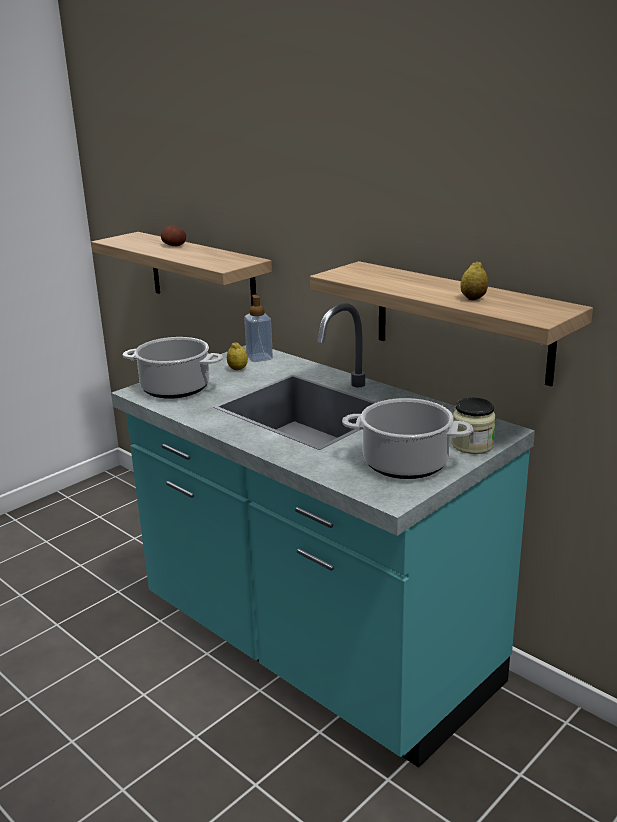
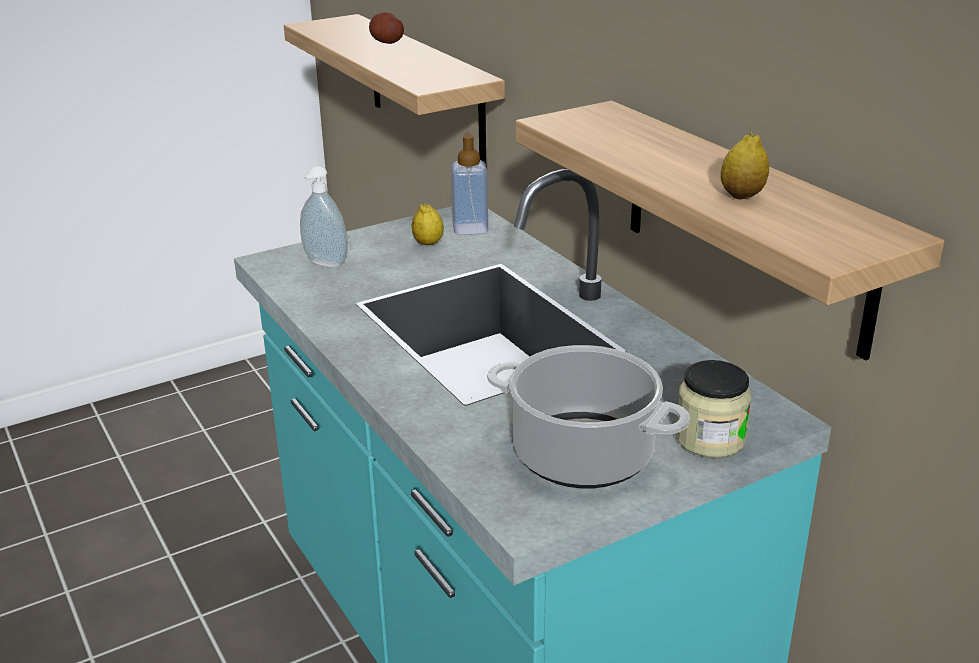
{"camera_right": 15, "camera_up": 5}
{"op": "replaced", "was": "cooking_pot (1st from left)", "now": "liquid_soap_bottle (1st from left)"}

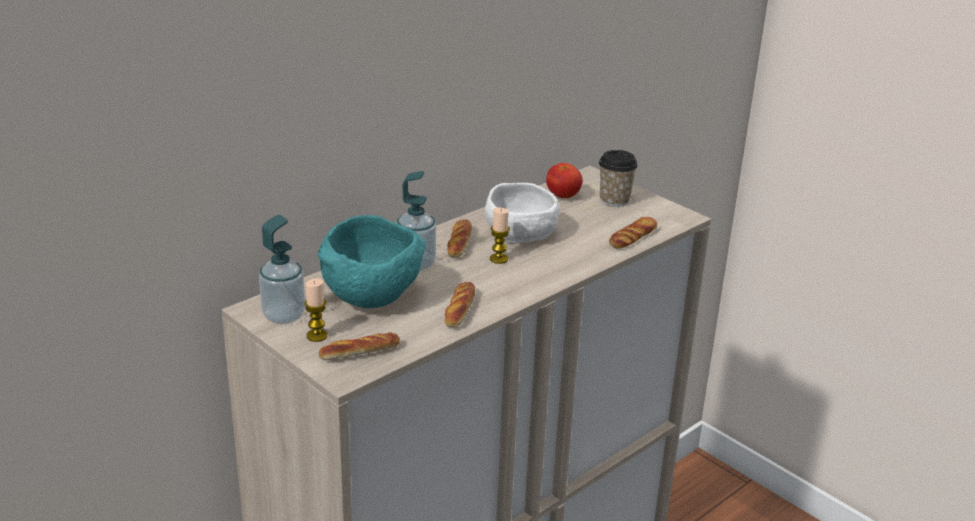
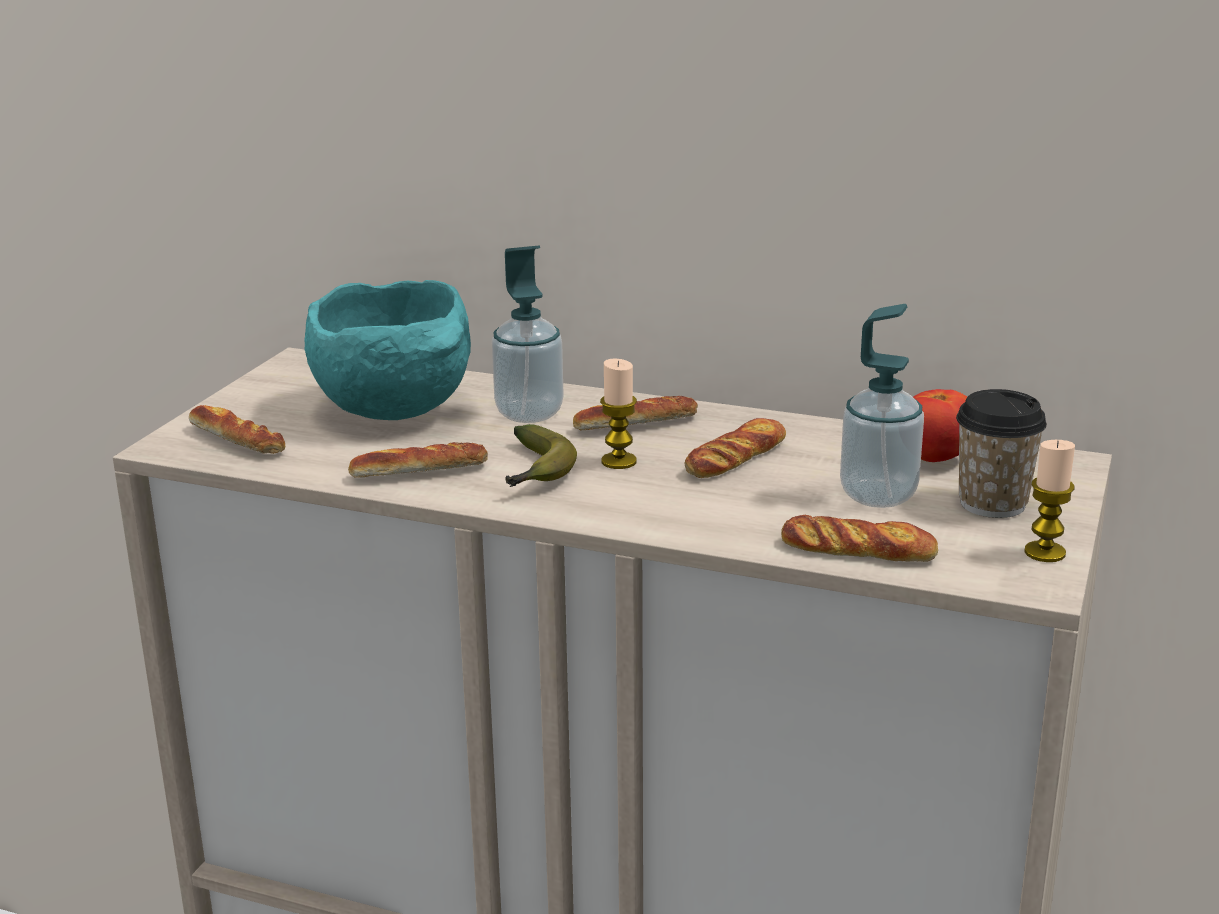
{"camera_right": 65, "camera_up": -5}
{"op": "added", "now": "whole_banana"}
{"op": "moved", "was": "liquid_soap_bottle (1st from left in the first image)", "now": "liquid_soap_bottle (2nd from left)"}
{"op": "moved", "was": "wax_candle (1st from left in the first image)", "now": "wax_candle (2nd from left)"}
{"op": "replaced", "was": "white-coloured_bowl", "now": "baked_bread (4th from left)"}

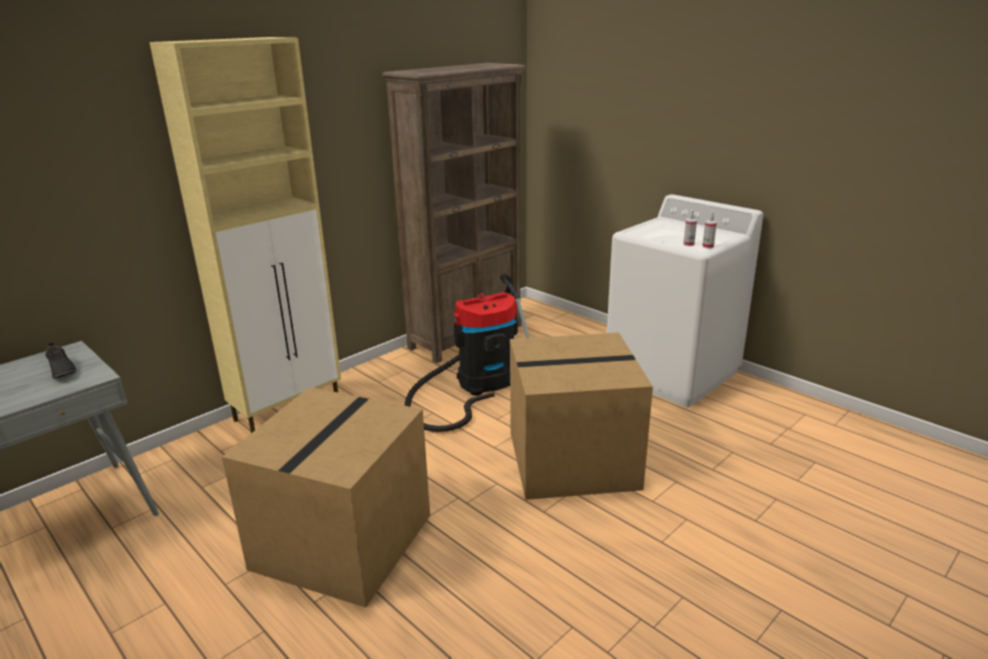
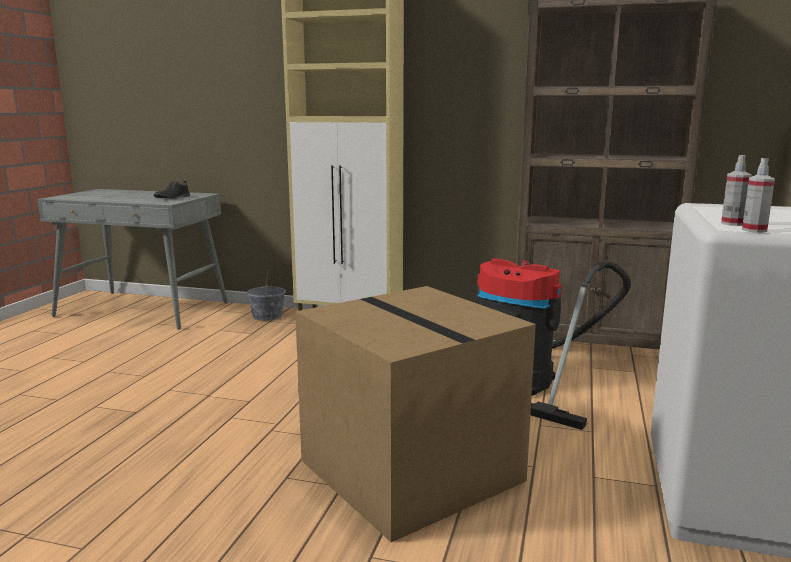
{"camera_right": 60, "camera_up": -10}
{"op": "removed", "was": "carton (1st from left)"}
{"op": "added", "now": "gray_water_bucket"}

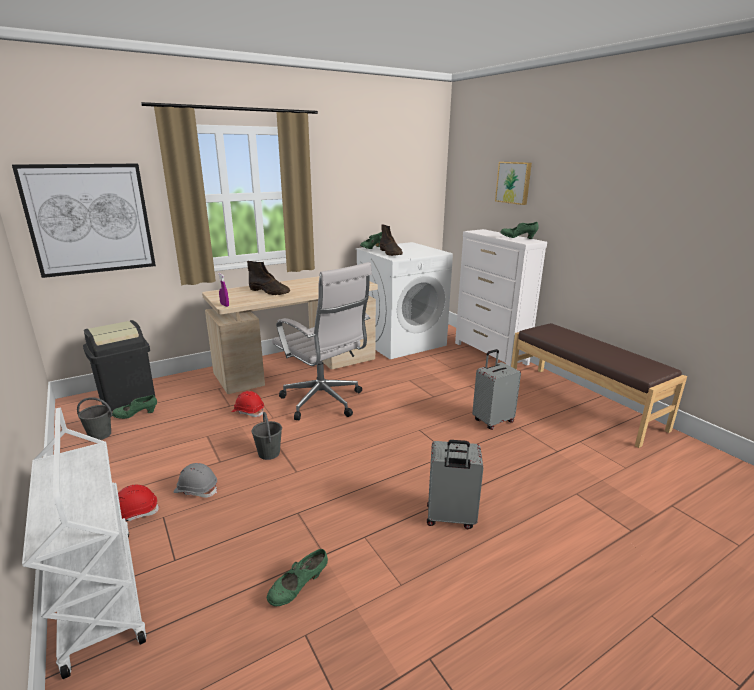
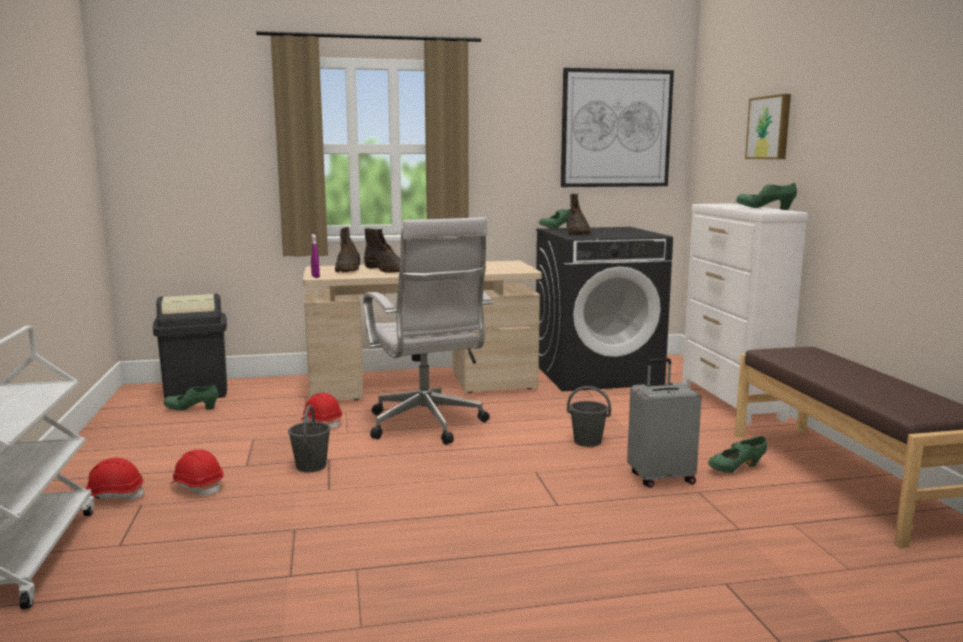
{"camera_right": 20, "camera_up": -10}
{"op": "removed", "was": "gray_piece_of_luggage (1st from left)"}
{"op": "added", "now": "brownish_tall_boot (1st from left)"}
{"op": "moved", "was": "wall_picture (1st from left)"}
{"op": "moved", "was": "gray_water_bucket (1st from left in the first image)", "now": "gray_water_bucket (2nd from left)"}
{"op": "moved", "was": "green_low_shoe (2nd from left in the first image)", "now": "green_low_shoe (3rd from left)"}
{"op": "recoloured", "was": "gray_work_helmet", "now": "red-coloured_work_helmet (2nd from left)"}
{"op": "recoloured", "was": "white-coloured_washing_machine", "now": "black_washing_machine"}

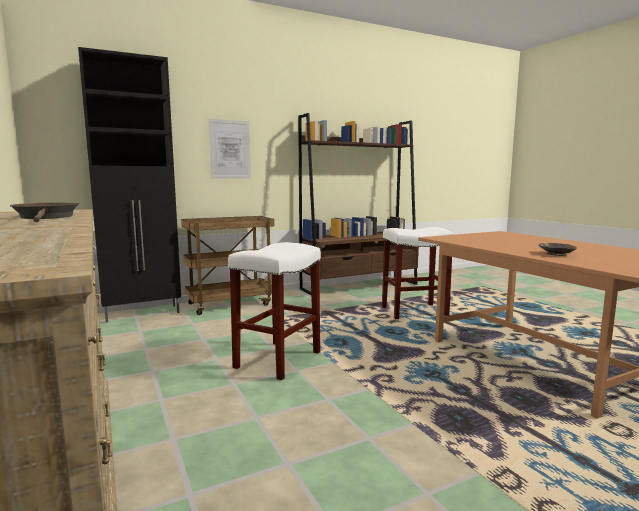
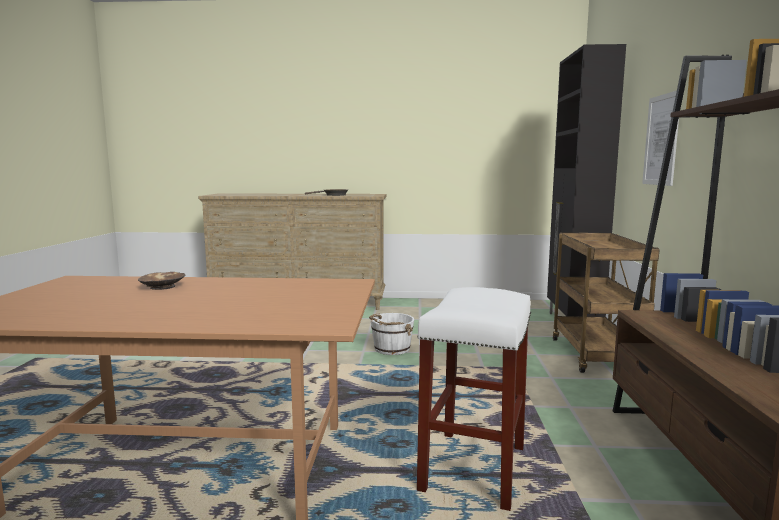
{"camera_right": 120, "camera_up": 0}
{"op": "replaced", "was": "white-coloured_sitting_stool (1st from left)", "now": "white-coloured_water_bucket"}

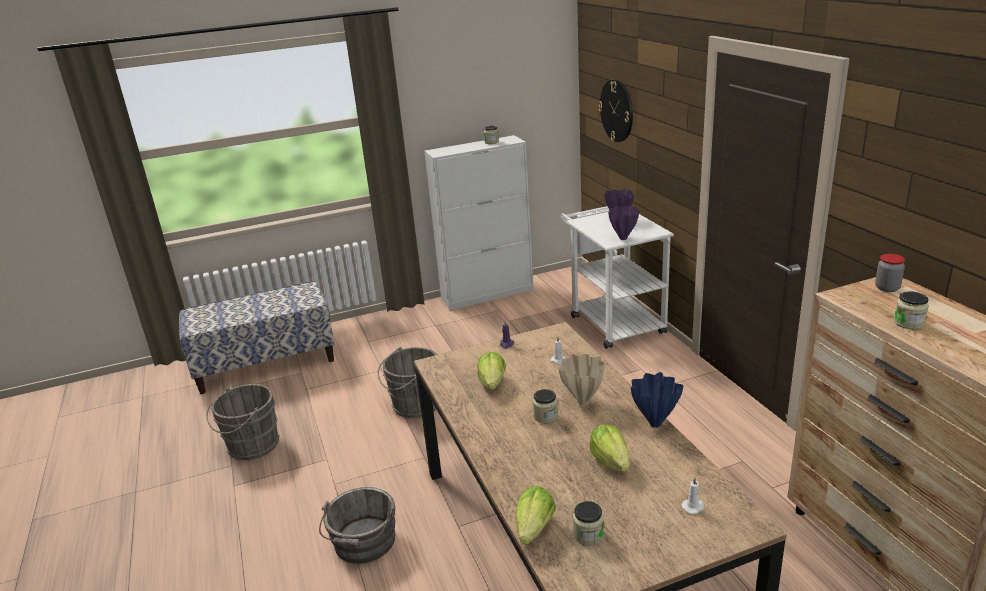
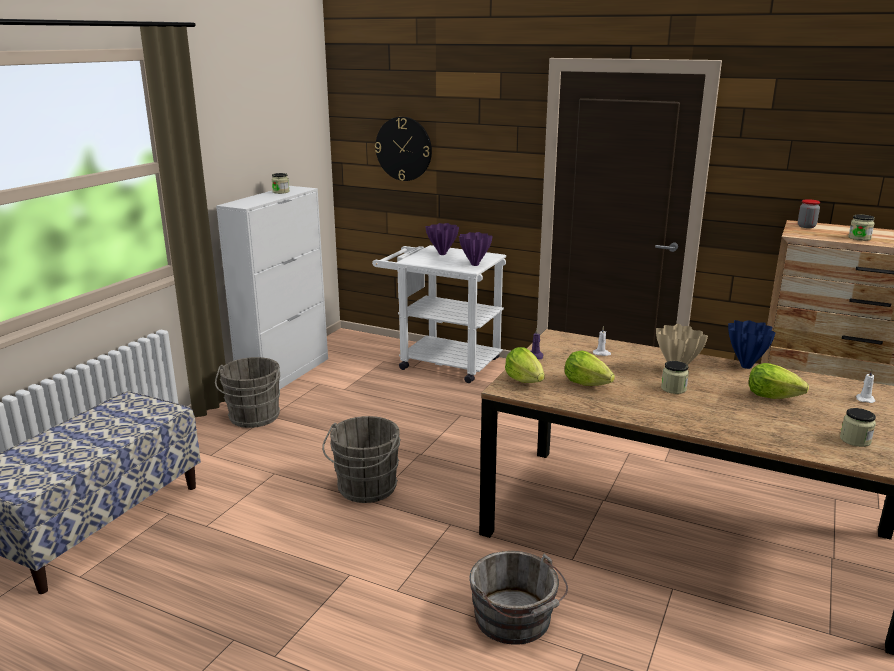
{"camera_right": -45, "camera_up": -5}
{"op": "moved", "was": "gray_water_bucket (1st from left)"}
{"op": "moved", "was": "head_of_lettuce (2nd from left in the first image)", "now": "head_of_lettuce (1st from left)"}

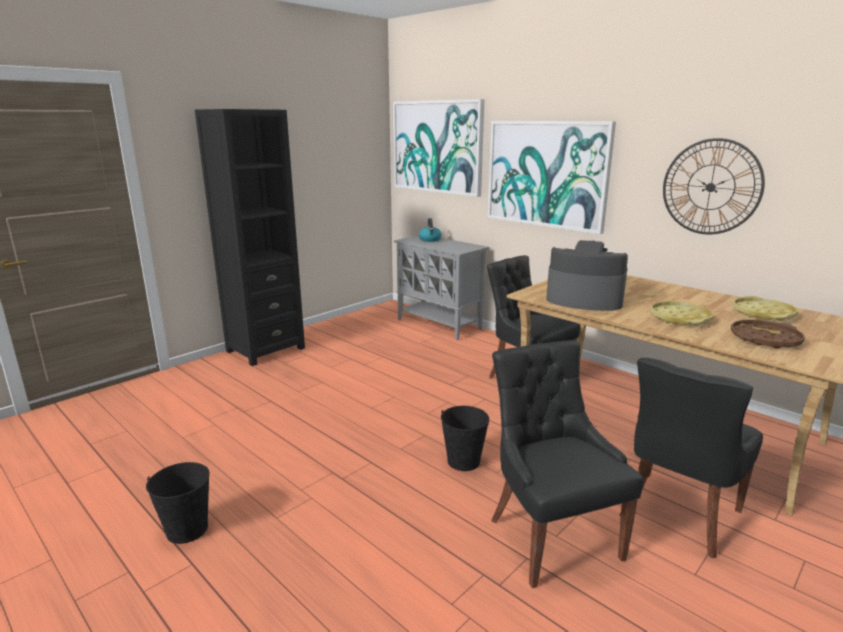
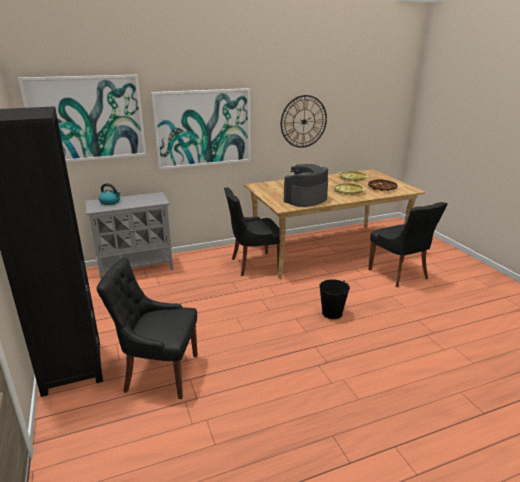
{"camera_right": -65, "camera_up": 5}
{"op": "removed", "was": "black_water_bucket (1st from left)"}
{"op": "moved", "was": "black_plain_chair (2nd from left in the first image)", "now": "black_plain_chair (1st from left)"}

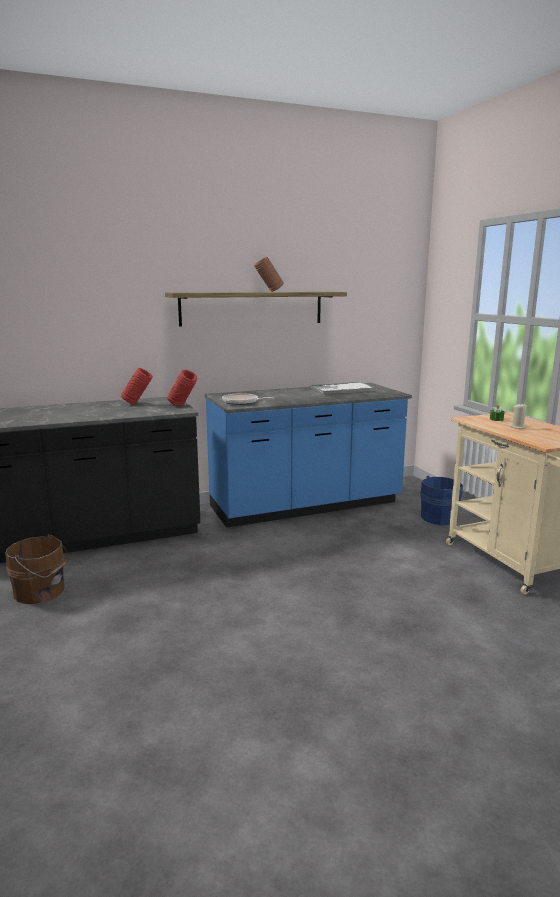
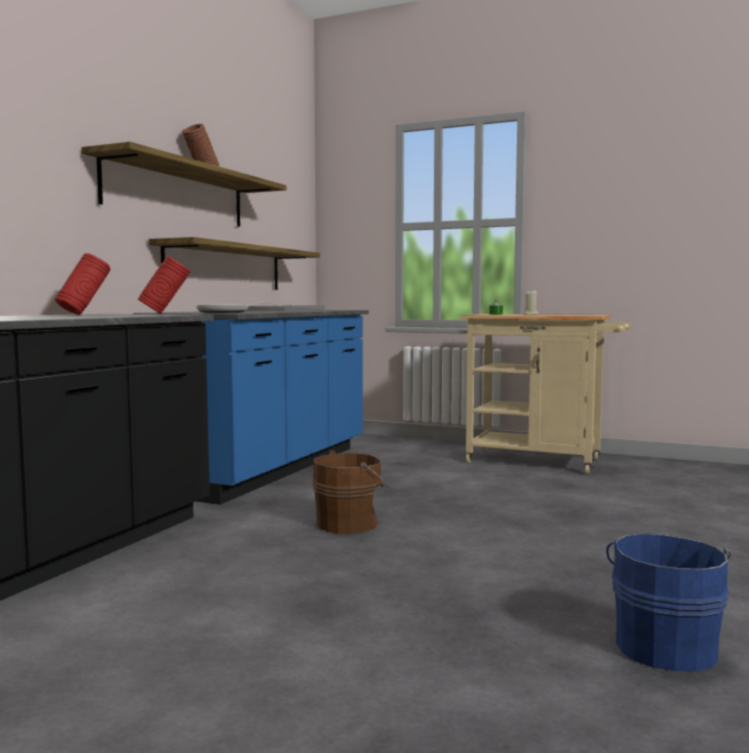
{"camera_right": -45, "camera_up": -10}
{"op": "added", "now": "wall_shelf (2nd from left)"}
{"op": "moved", "was": "brownish_water_bucket"}
{"op": "moved", "was": "bluish_water_bucket"}

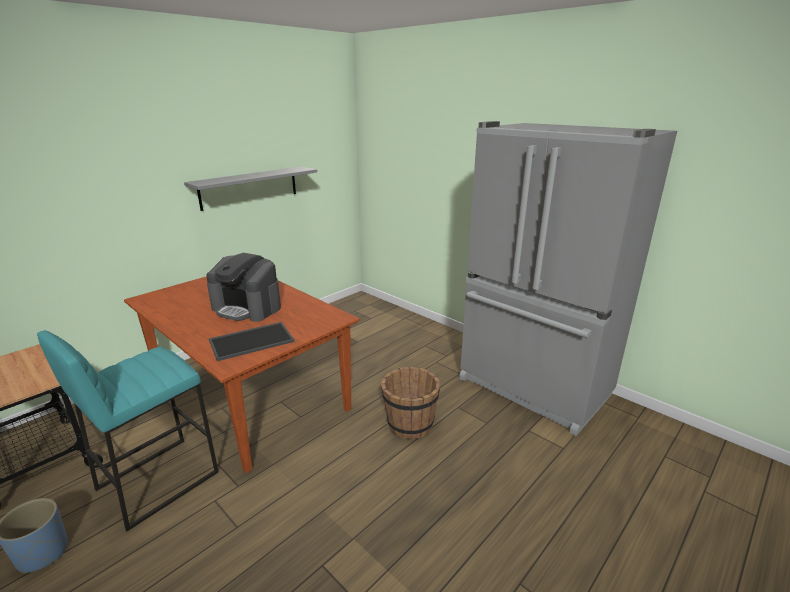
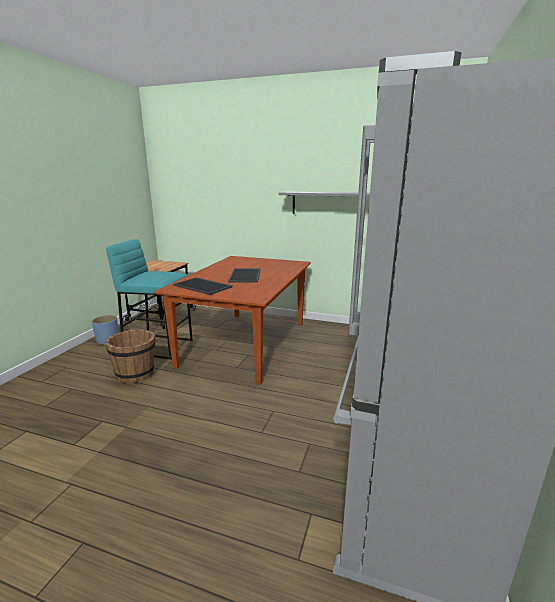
{"camera_right": 65, "camera_up": -5}
{"op": "moved", "was": "brownish_water_bucket"}
{"op": "replaced", "was": "coffee_maker", "now": "carrying_tray (2nd from left)"}

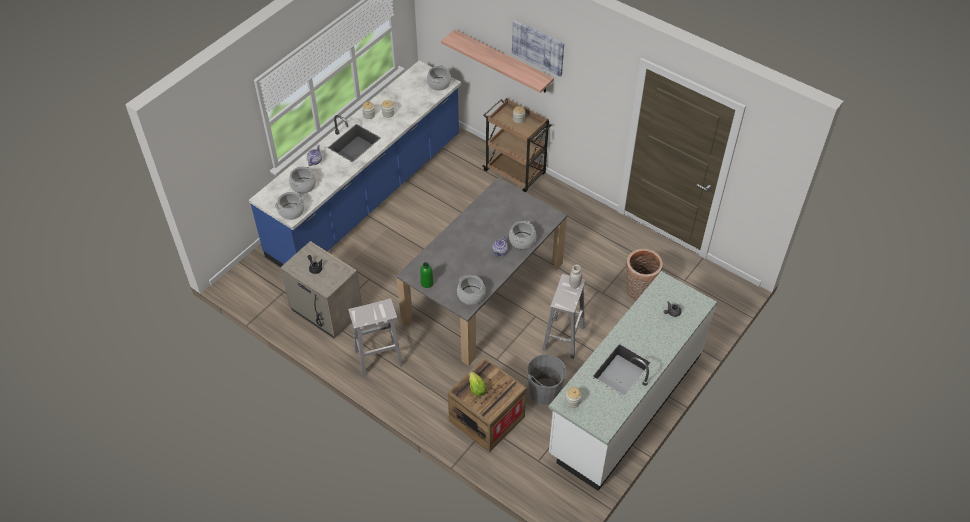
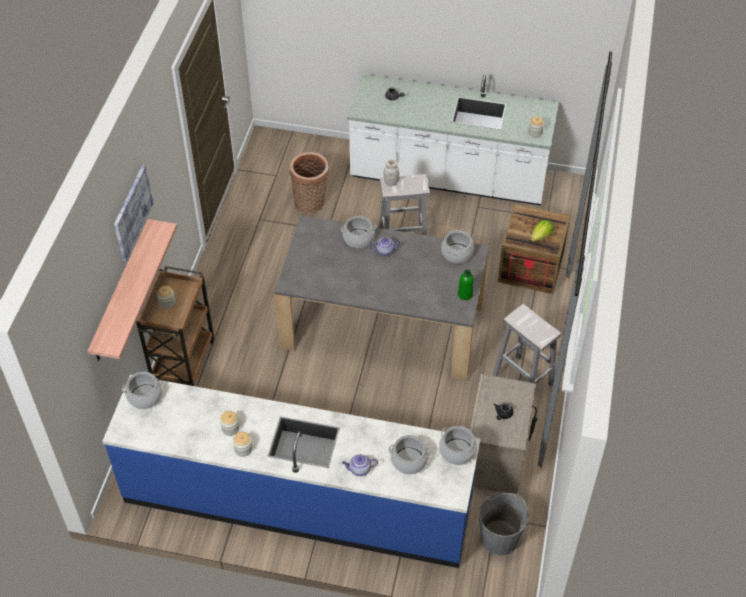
{"camera_right": -115, "camera_up": 0}
{"op": "moved", "was": "gray_water_bucket"}

